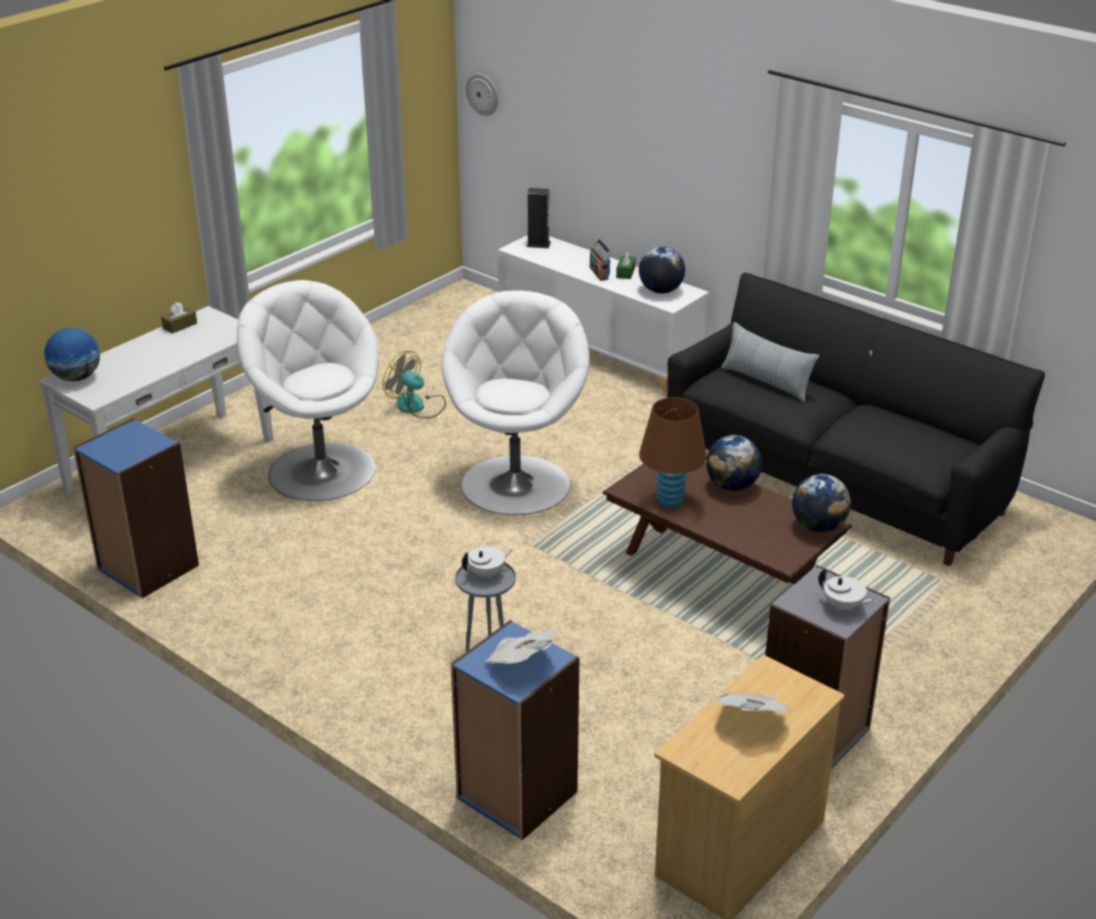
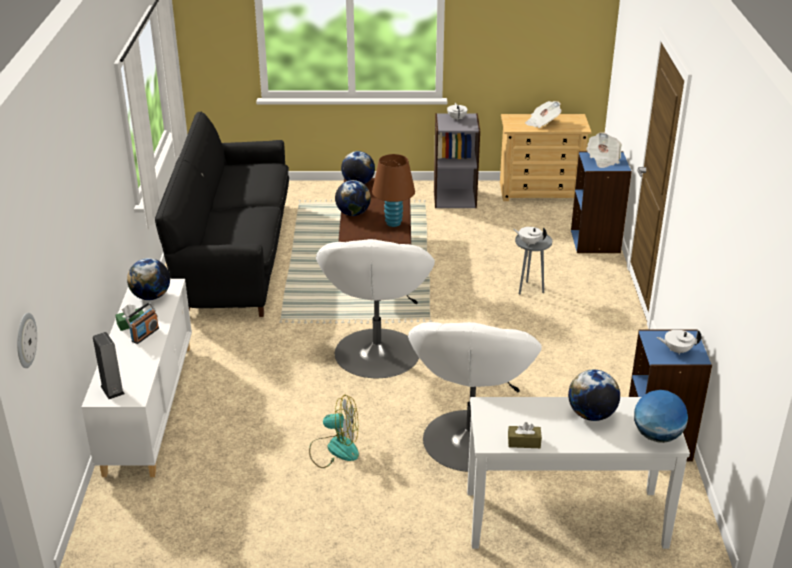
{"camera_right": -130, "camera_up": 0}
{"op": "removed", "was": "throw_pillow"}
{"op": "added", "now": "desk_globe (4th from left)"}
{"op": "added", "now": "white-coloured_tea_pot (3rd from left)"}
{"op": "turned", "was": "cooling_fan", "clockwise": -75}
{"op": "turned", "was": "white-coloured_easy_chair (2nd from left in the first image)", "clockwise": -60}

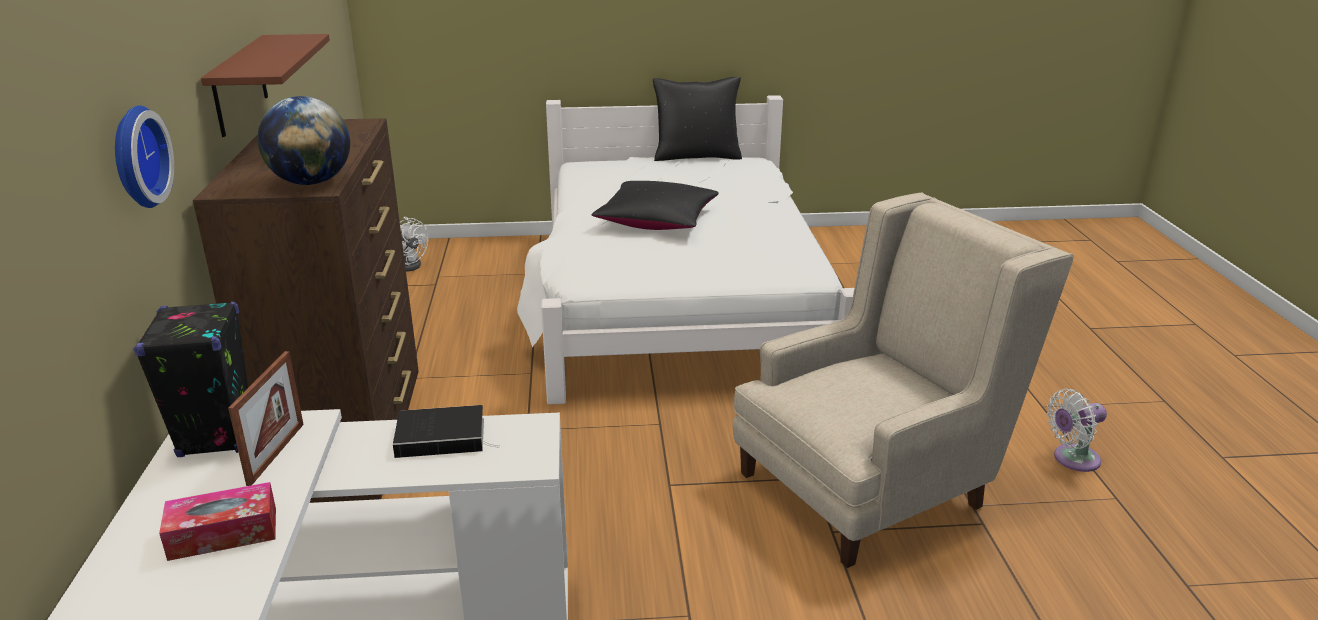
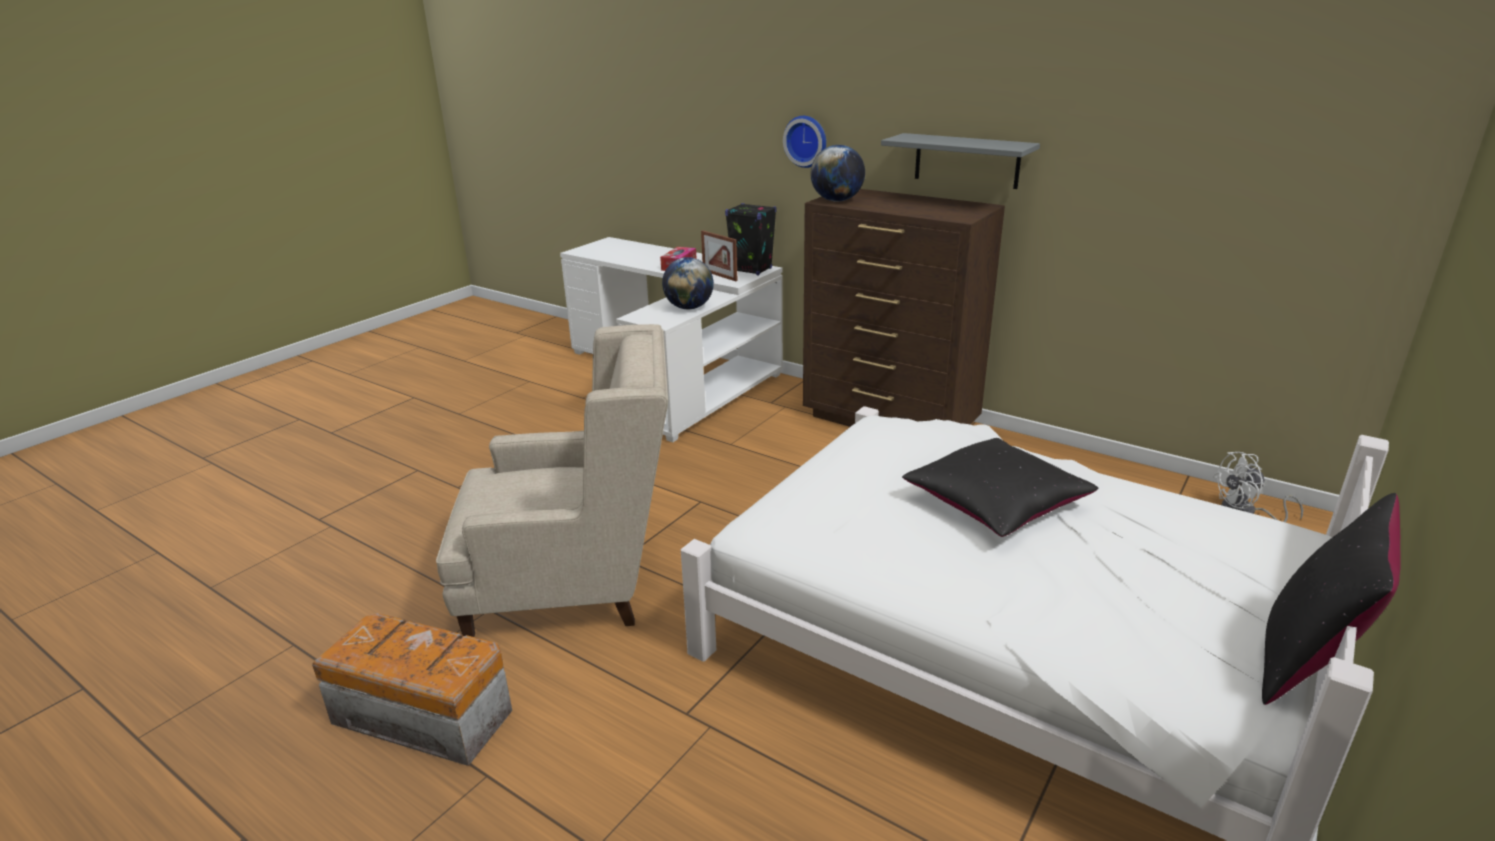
{"camera_right": 130, "camera_up": 0}
{"op": "replaced", "was": "volume", "now": "desk_globe (1st from left)"}
{"op": "replaced", "was": "white-coloured_cooling_fan (2nd from left)", "now": "storage_box"}
{"op": "recoloured", "was": "brownish_wall_shelf", "now": "gray_wall_shelf"}
{"op": "turned", "was": "sand-coloured_easy_chair", "clockwise": -105}

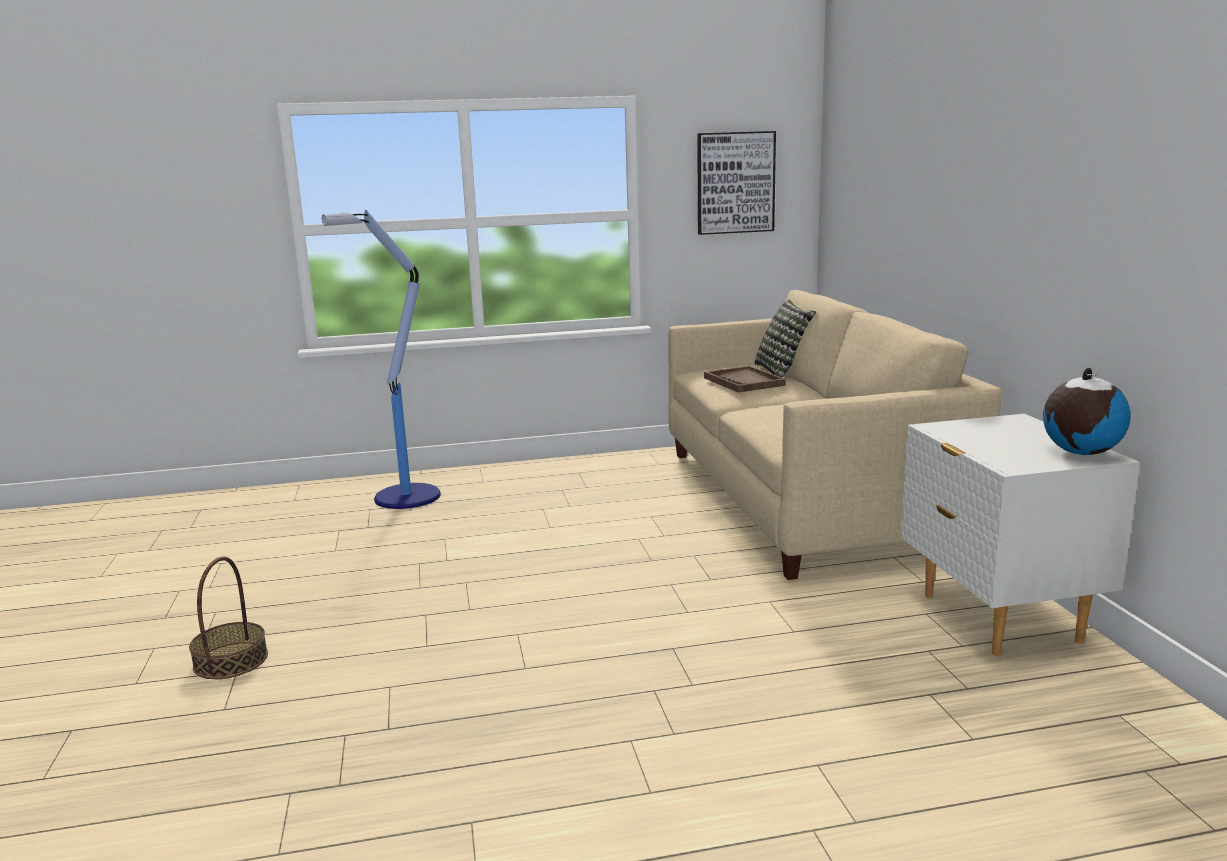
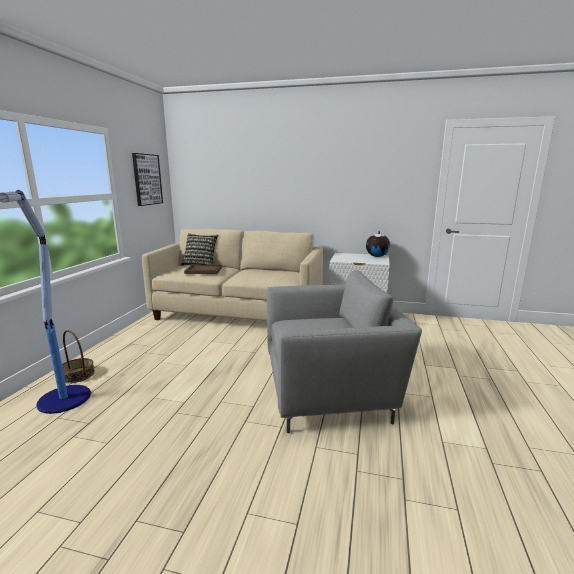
{"camera_right": -65, "camera_up": 0}
{"op": "added", "now": "gray_easy_chair"}
{"op": "moved", "was": "storage_basket"}

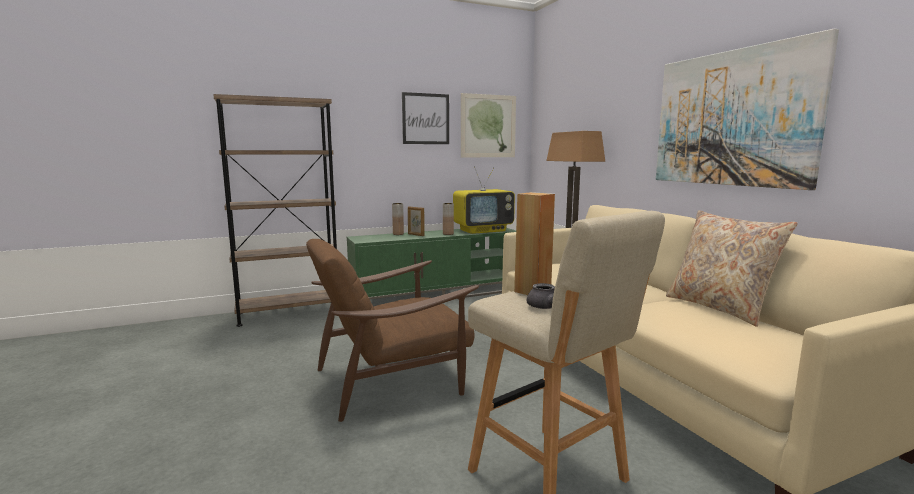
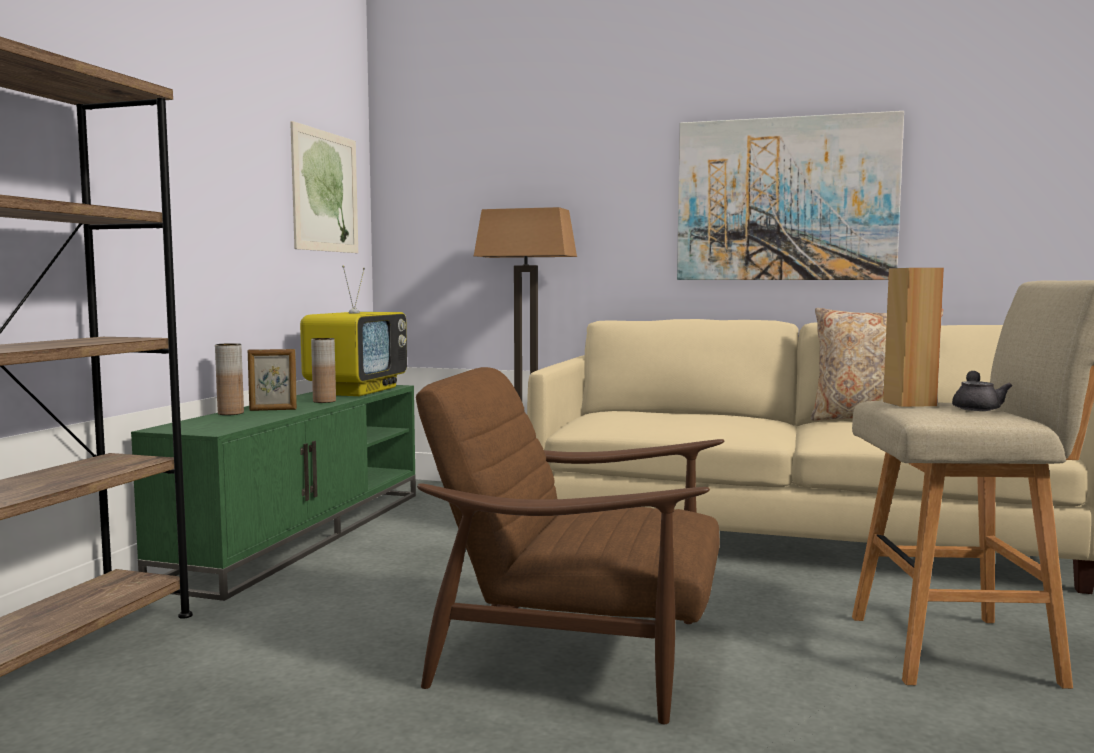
{"camera_right": -50, "camera_up": -5}
{"op": "removed", "was": "wall_picture (1st from left)"}
{"op": "turned", "was": "brownish_easy_chair", "clockwise": 90}

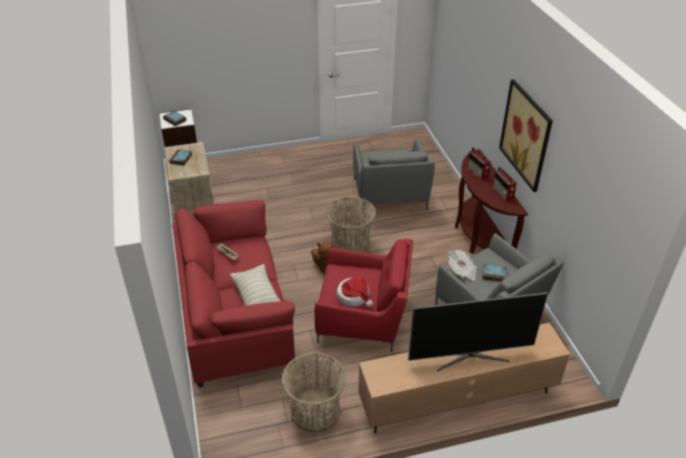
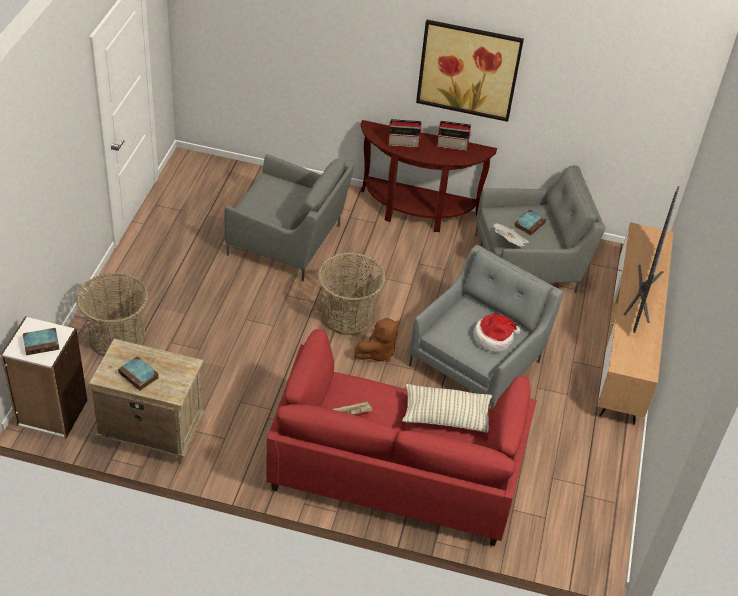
{"camera_right": -65, "camera_up": 5}
{"op": "moved", "was": "storage_basket (1st from left)"}
{"op": "recoloured", "was": "red-coloured_easy_chair", "now": "gray_easy_chair (2nd from left)"}

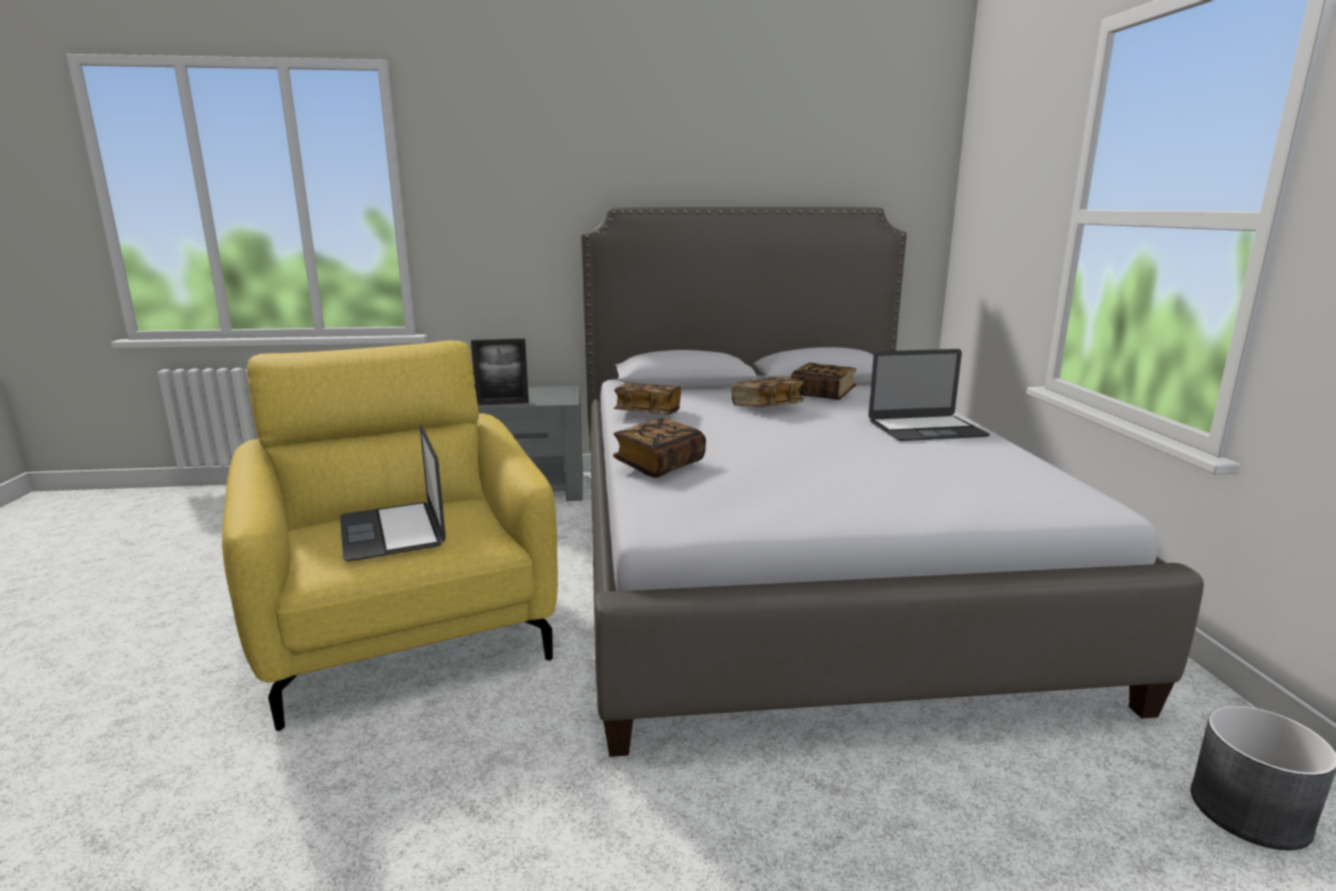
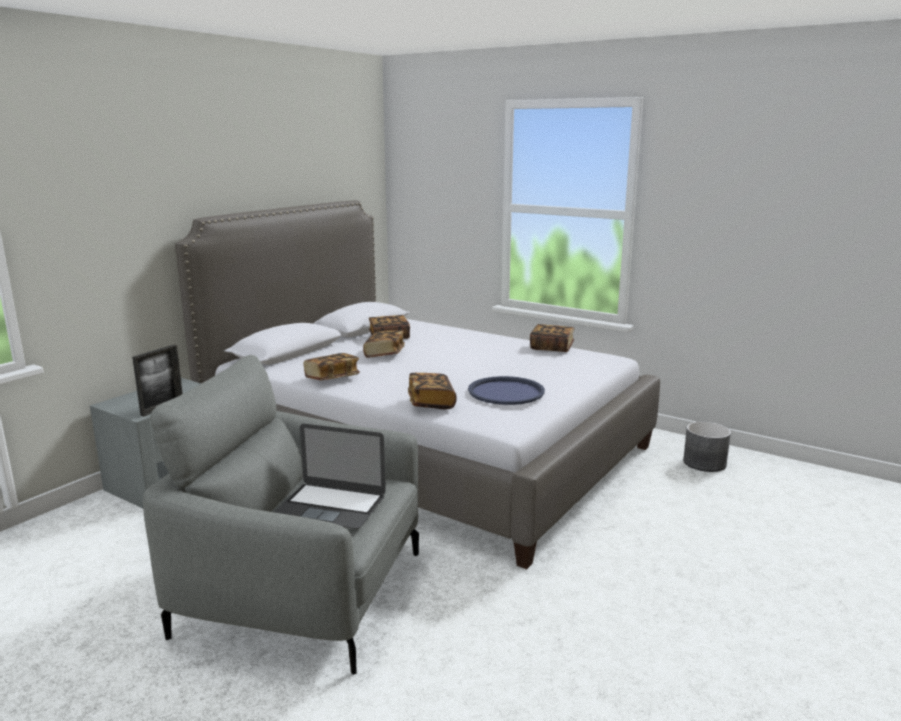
{"camera_right": -50, "camera_up": 0}
{"op": "removed", "was": "notebook_computer (2nd from left)"}
{"op": "added", "now": "bluish_carrying_tray"}
{"op": "added", "now": "volume (5th from left)"}
{"op": "recoloured", "was": "yellowish_easy_chair", "now": "gray_easy_chair"}

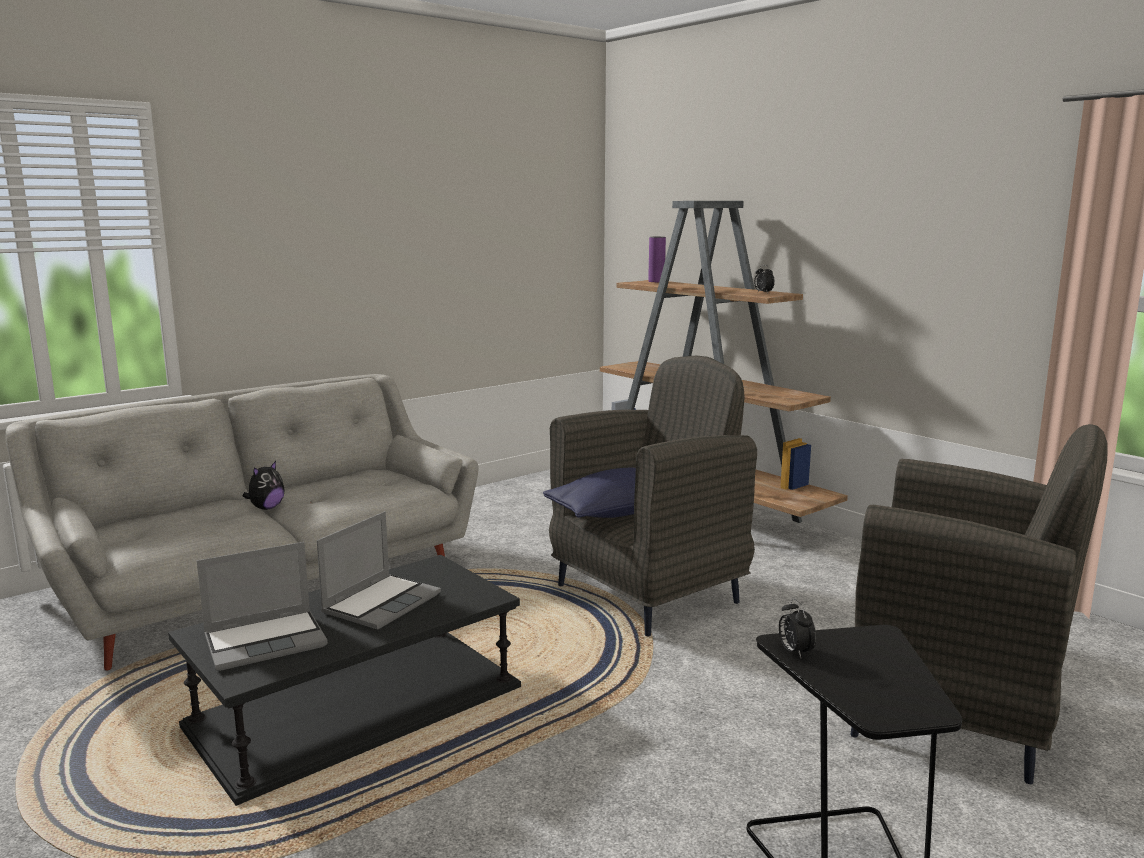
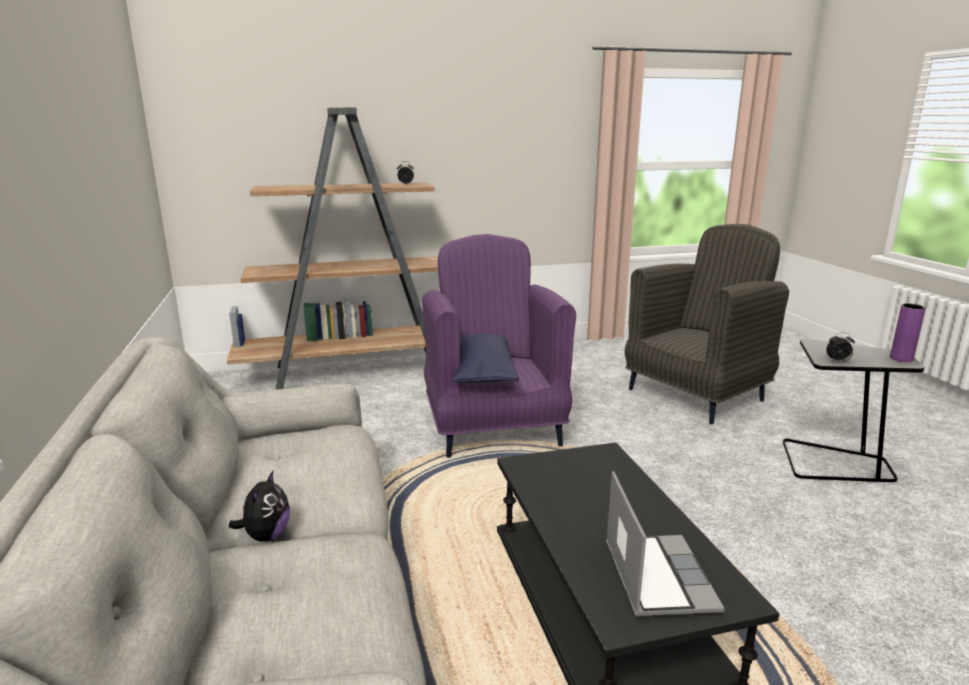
{"camera_right": -65, "camera_up": 5}
{"op": "removed", "was": "notebook_computer (2nd from left)"}
{"op": "moved", "was": "purplish_decorative_vase"}
{"op": "recoloured", "was": "gray_easy_chair (1st from left)", "now": "purplish_easy_chair"}
{"op": "turned", "was": "cuddly_toy", "clockwise": 45}

